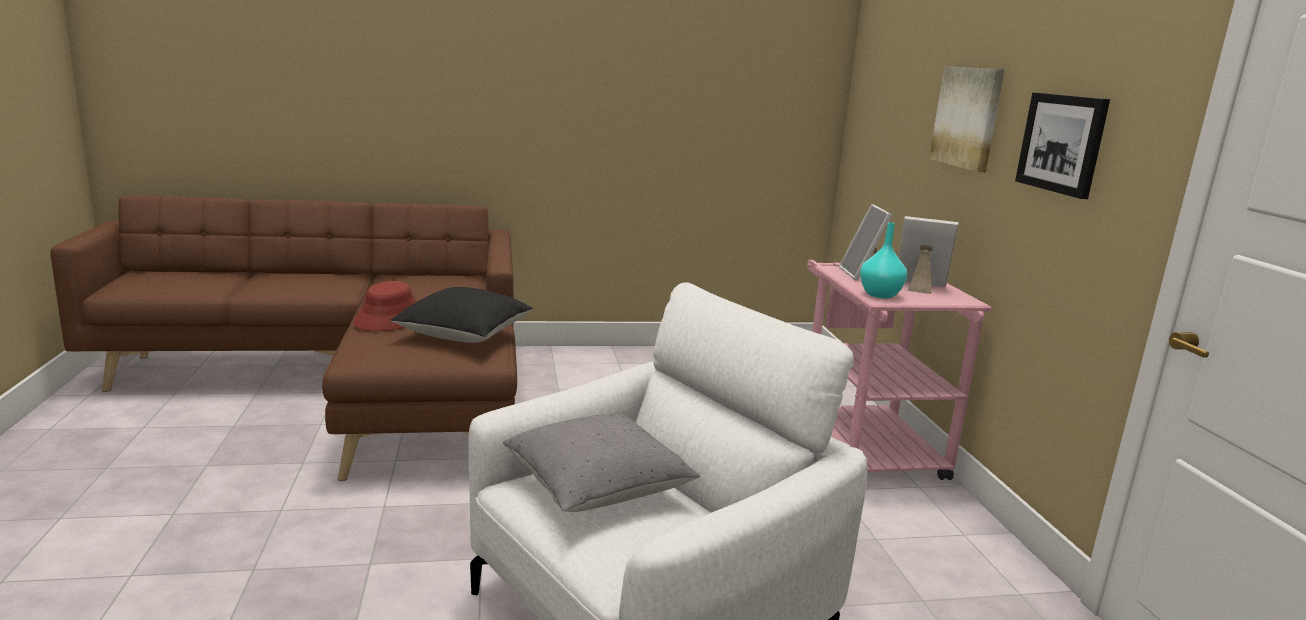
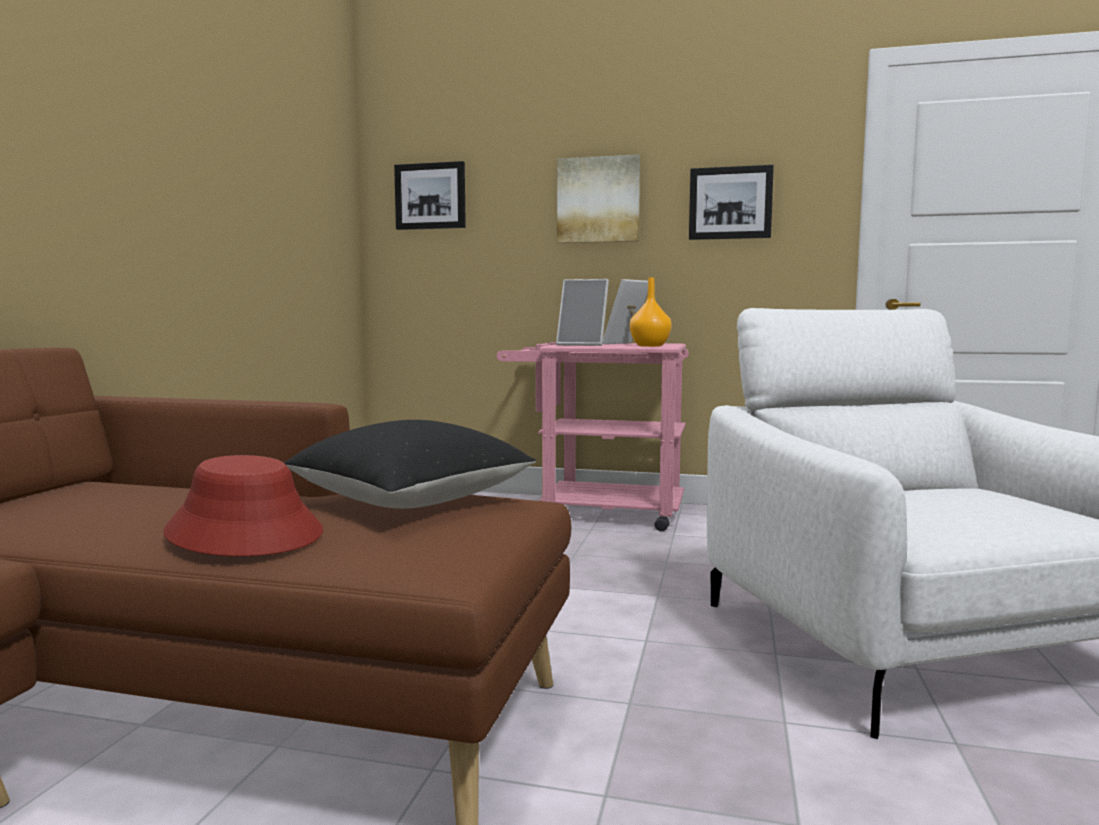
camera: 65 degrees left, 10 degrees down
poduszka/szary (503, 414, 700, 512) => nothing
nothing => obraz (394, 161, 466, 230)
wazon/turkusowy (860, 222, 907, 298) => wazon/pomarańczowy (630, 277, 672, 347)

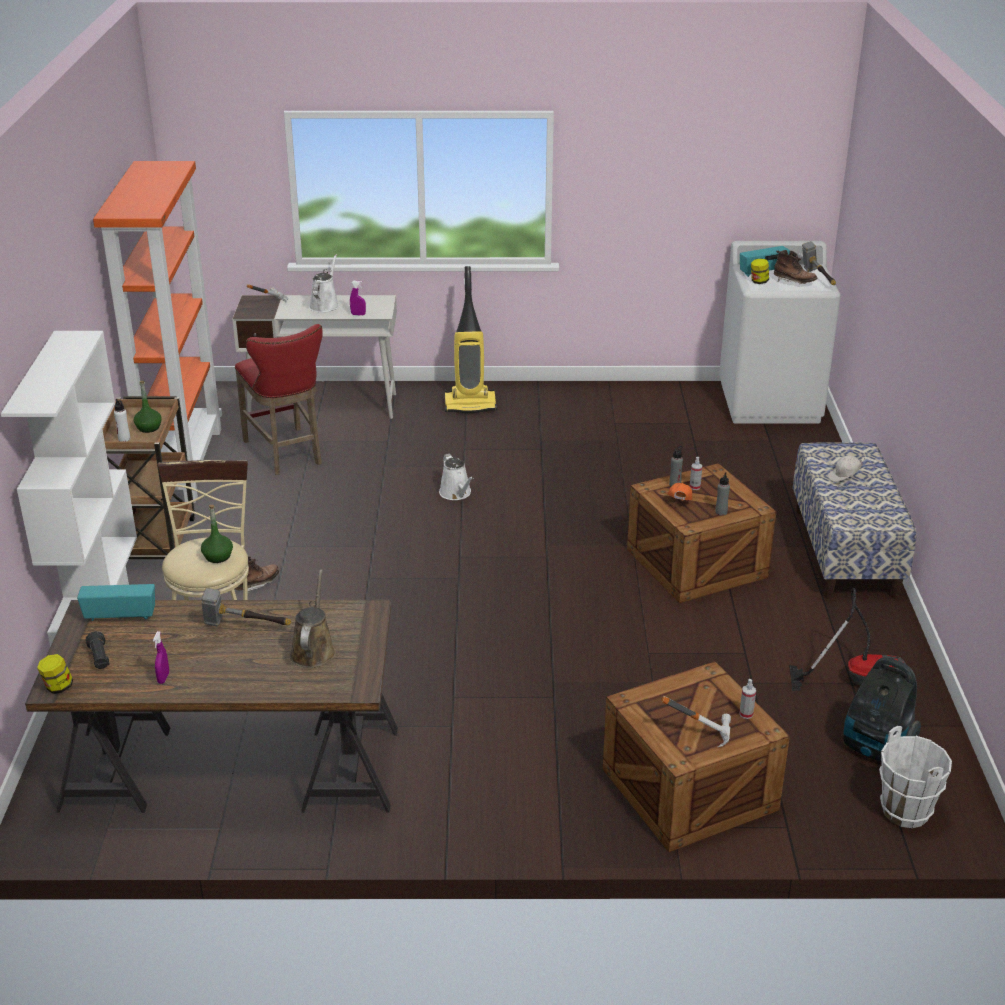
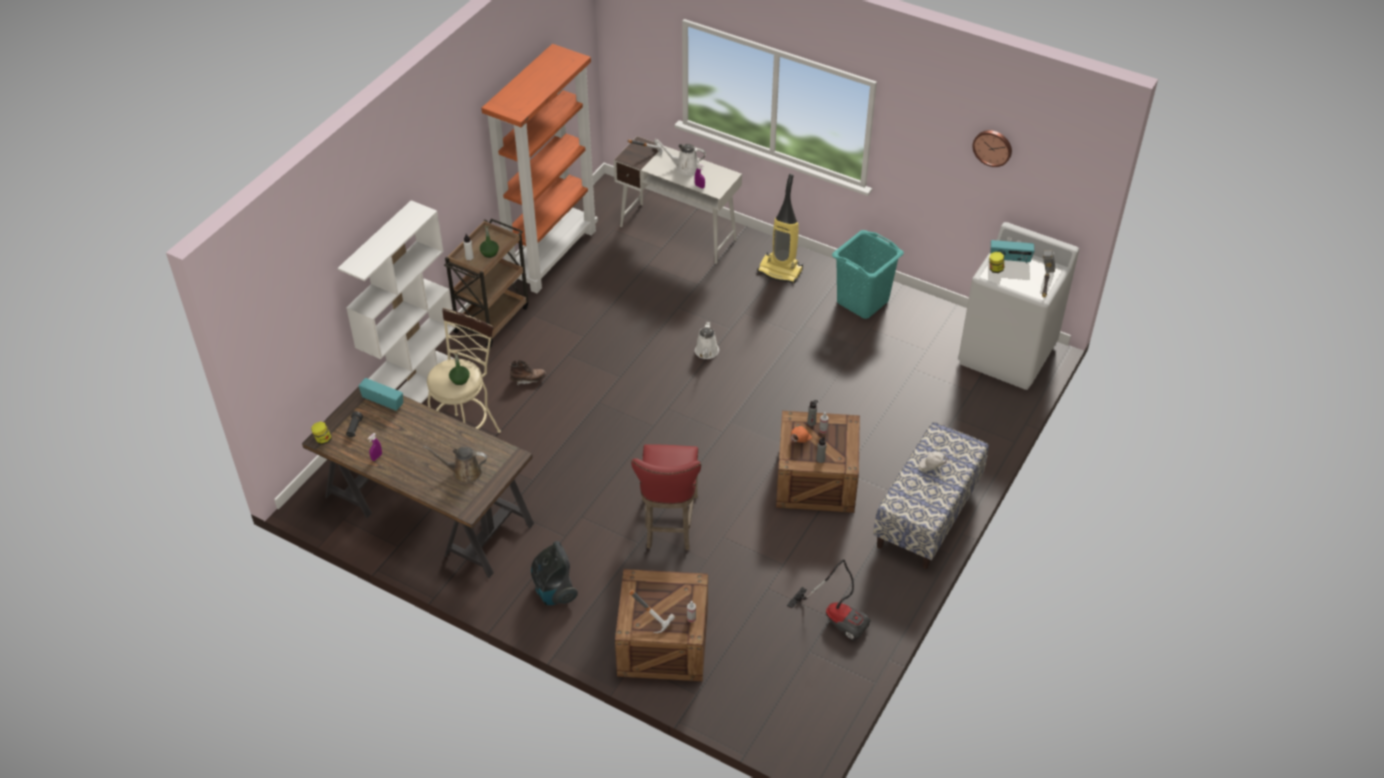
camera: 30 degrees right, 15 degrees up
młotek (201, 588, 292, 626) => nothing
but z cholewką/brązowy (774, 250, 817, 284) => nothing
wiadro/biały (879, 726, 952, 828) => nothing
nothing => kosz na pranie/turkusowy (832, 230, 904, 319)
nothing => zegar ścienny (972, 130, 1012, 167)
stołek/czerwony (235, 324, 323, 475) => stołek/czerwony (631, 444, 701, 550), move
odkurzacz (843, 657, 921, 762) => odkurzacz (531, 541, 578, 605), move
konewka/brązowy (290, 569, 336, 668) => konewka/brązowy (423, 446, 487, 483), 120 degrees counterclockwise
konewka/biały (309, 254, 339, 313) => konewka/biały (655, 139, 706, 175), 120 degrees counterclockwise

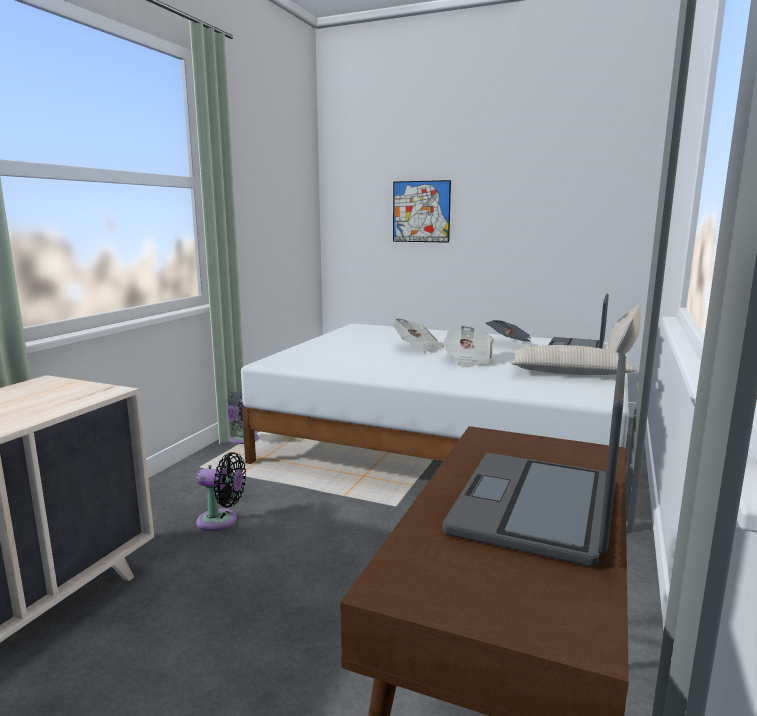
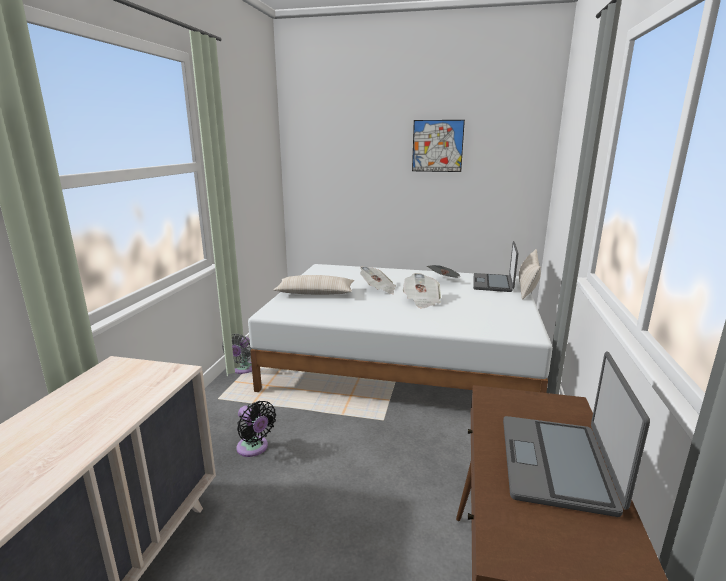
camera: 10 degrees left, 5 degrees up
obraz (393, 180, 451, 243) => obraz (412, 120, 465, 172), move
poduszka/beżowy (511, 345, 636, 375) => poduszka/beżowy (273, 275, 354, 295), move
wentylator/czarny (196, 452, 246, 531) => wentylator/czarny (236, 401, 276, 457), 45 degrees clockwise

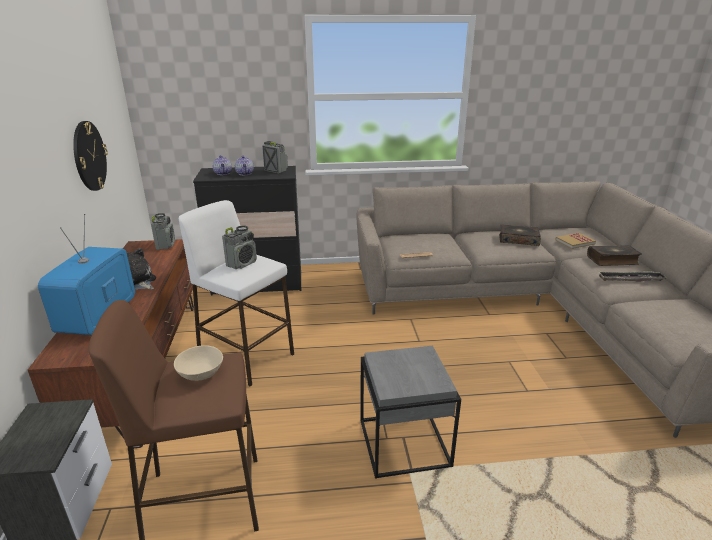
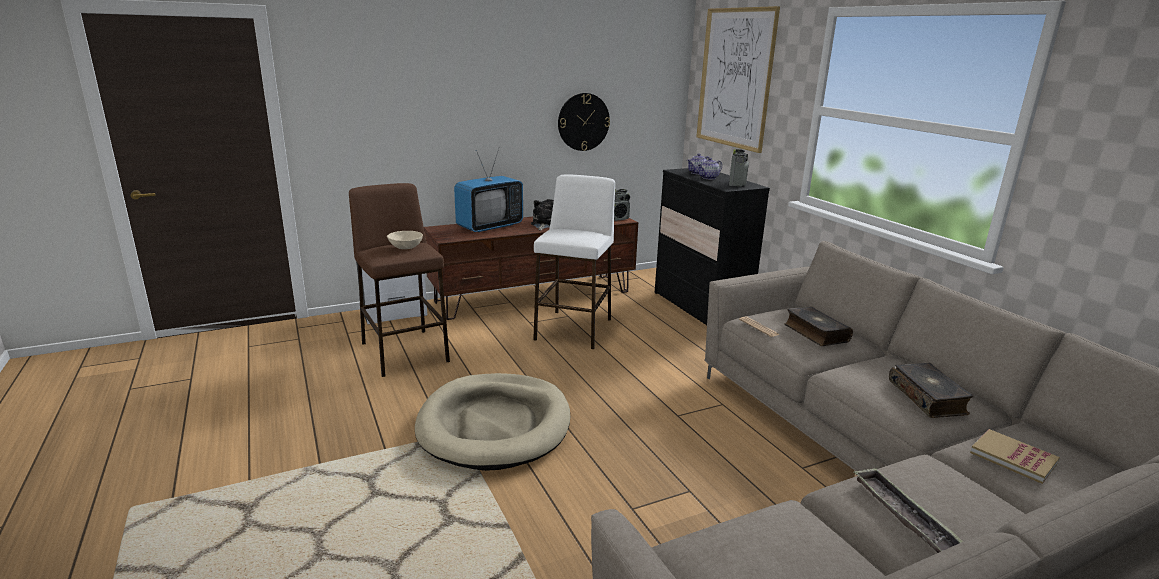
camera: 70 degrees right, 5 degrees down
radio (222, 225, 257, 269) => nothing
nothing => obraz (696, 6, 780, 153)
książka (587, 245, 641, 266) => książka (784, 307, 853, 346), move
stolik/szary (360, 346, 461, 479) => legowisko/beżowy (415, 373, 570, 471)
telewizor (38, 214, 135, 335) => telewizor (454, 147, 523, 232), 150 degrees clockwise

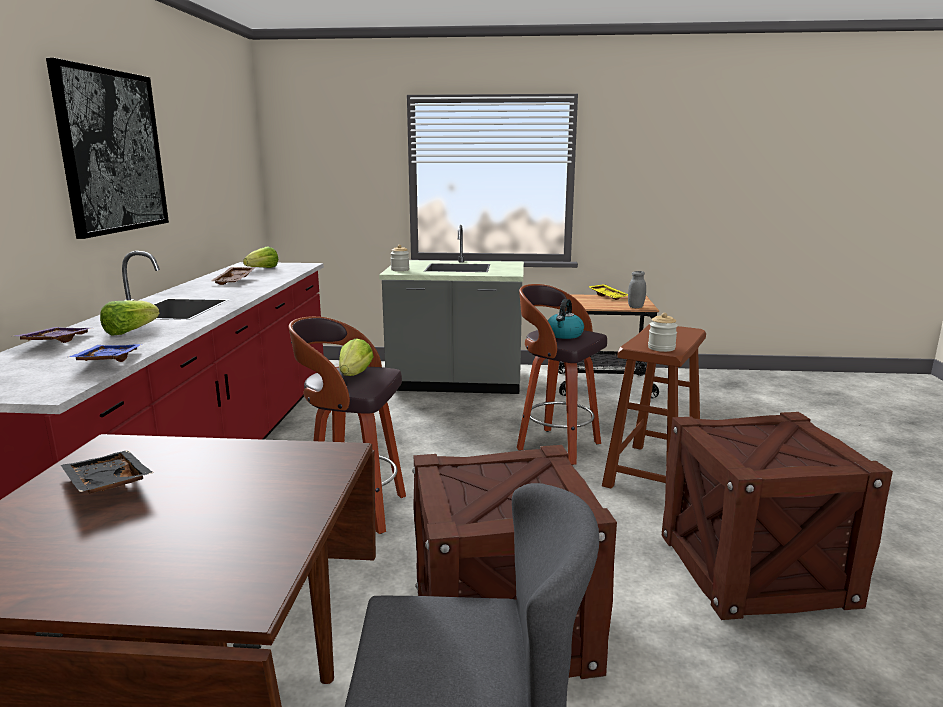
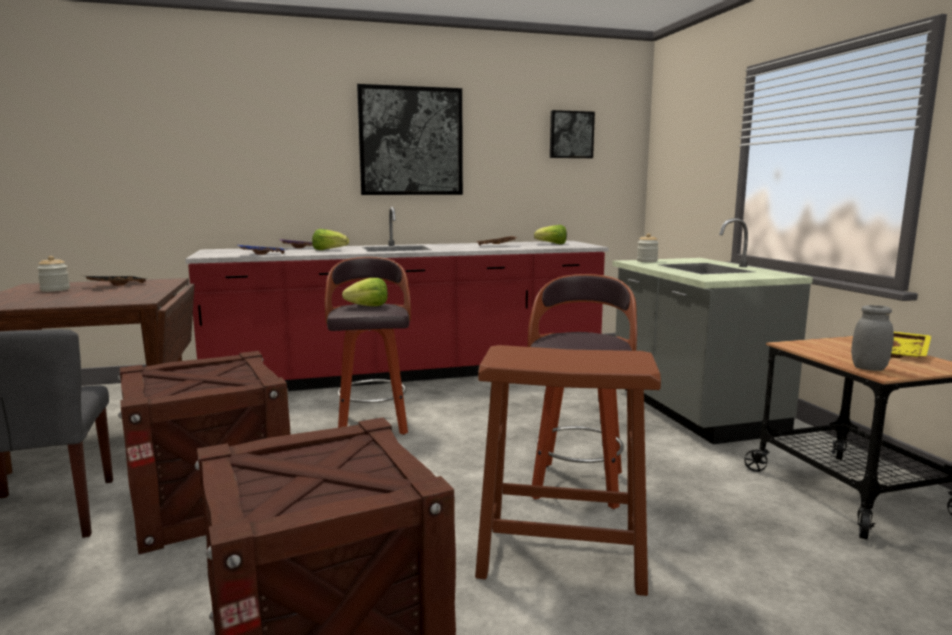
camera: 70 degrees right, 5 degrees down
czajnik (548, 299, 584, 339) => nothing
nothing => obraz (550, 110, 595, 158)
słoik (648, 313, 678, 352) => słoik (37, 256, 70, 292), move

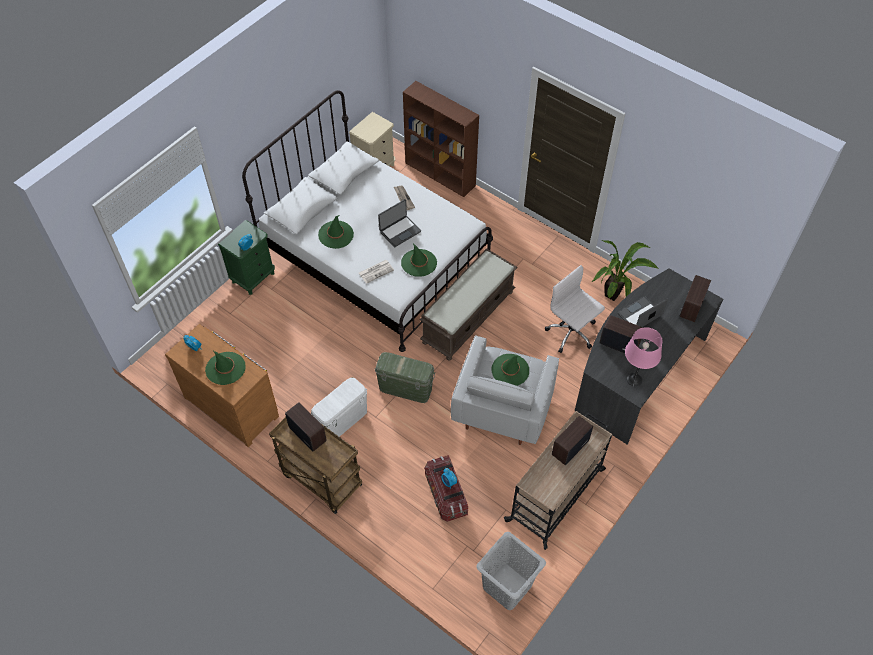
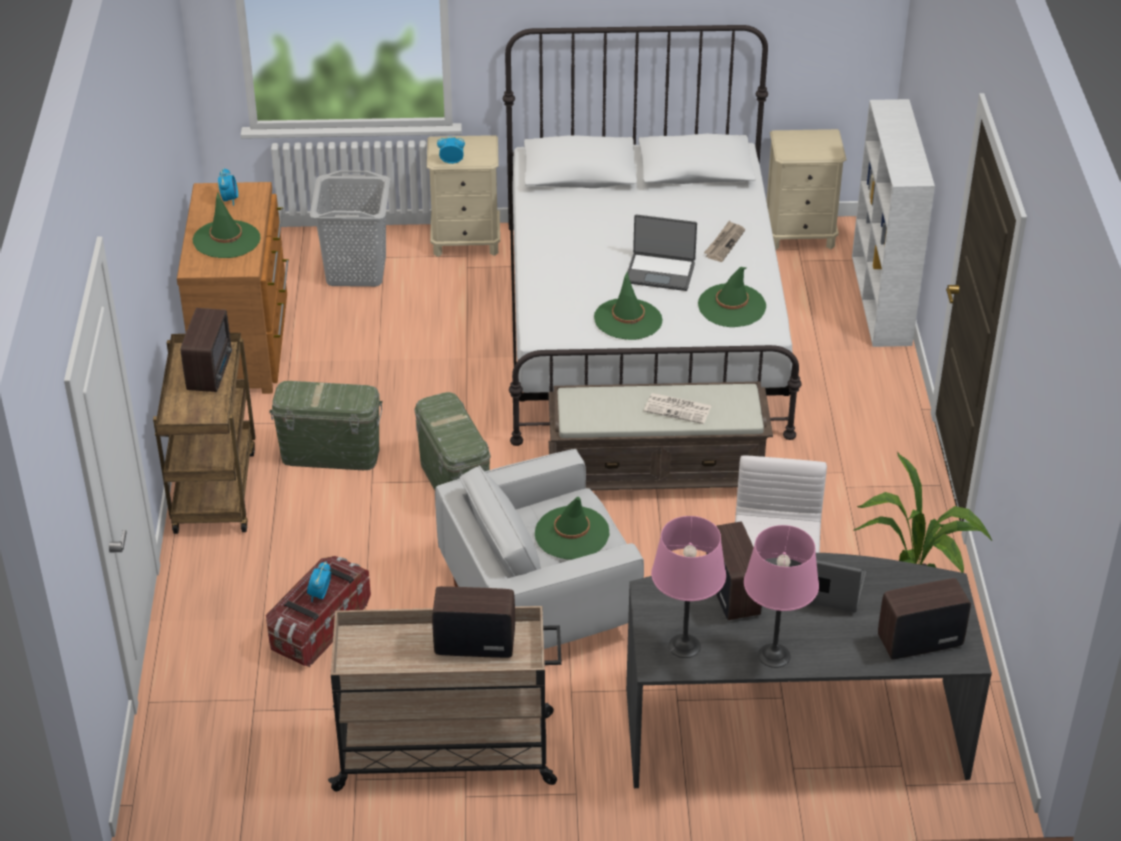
camera: 50 degrees right, 15 degrees down
nothing => lampa stołowa/różowy (744, 525, 819, 668)
kapelusz/zielony (318, 215, 354, 249) => kapelusz/zielony (698, 267, 766, 327), move
gazeta (359, 260, 394, 284) => gazeta (644, 393, 712, 424), move
kosz na pranie/szary (476, 532, 546, 610) => kosz na pranie/szary (310, 170, 391, 287), move
szafka nocna/zielony (218, 220, 275, 295) => szafka nocna/beżowy (427, 135, 500, 257)
pojemnik do przechowywania/biały (311, 378, 367, 437) => pojemnik do przechowywania/zielony (270, 381, 383, 470)
regał/brązowy (403, 81, 479, 197) => regał/biały (852, 99, 935, 347)

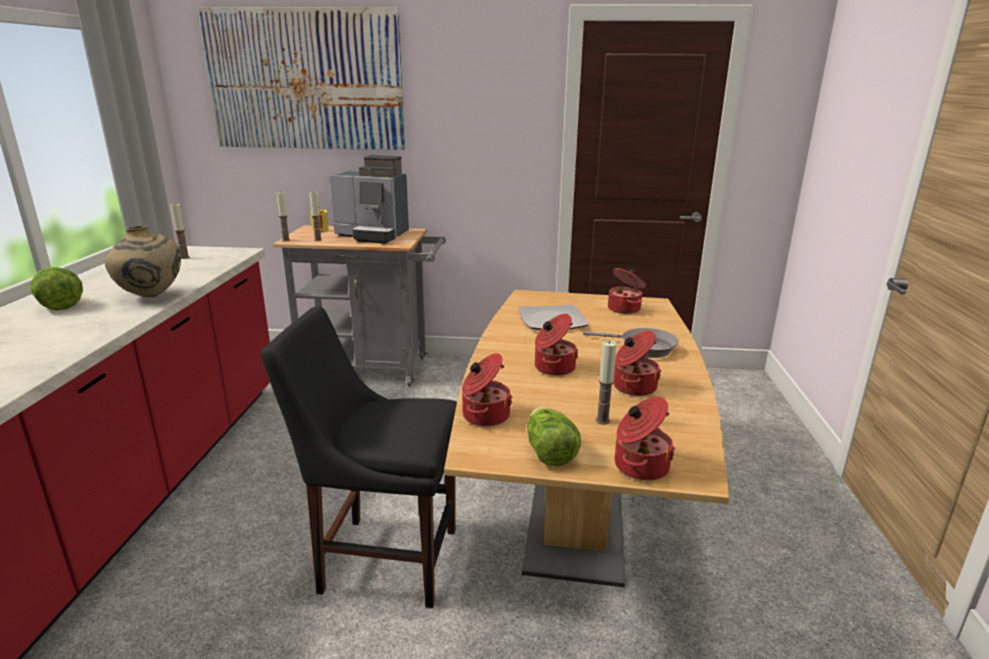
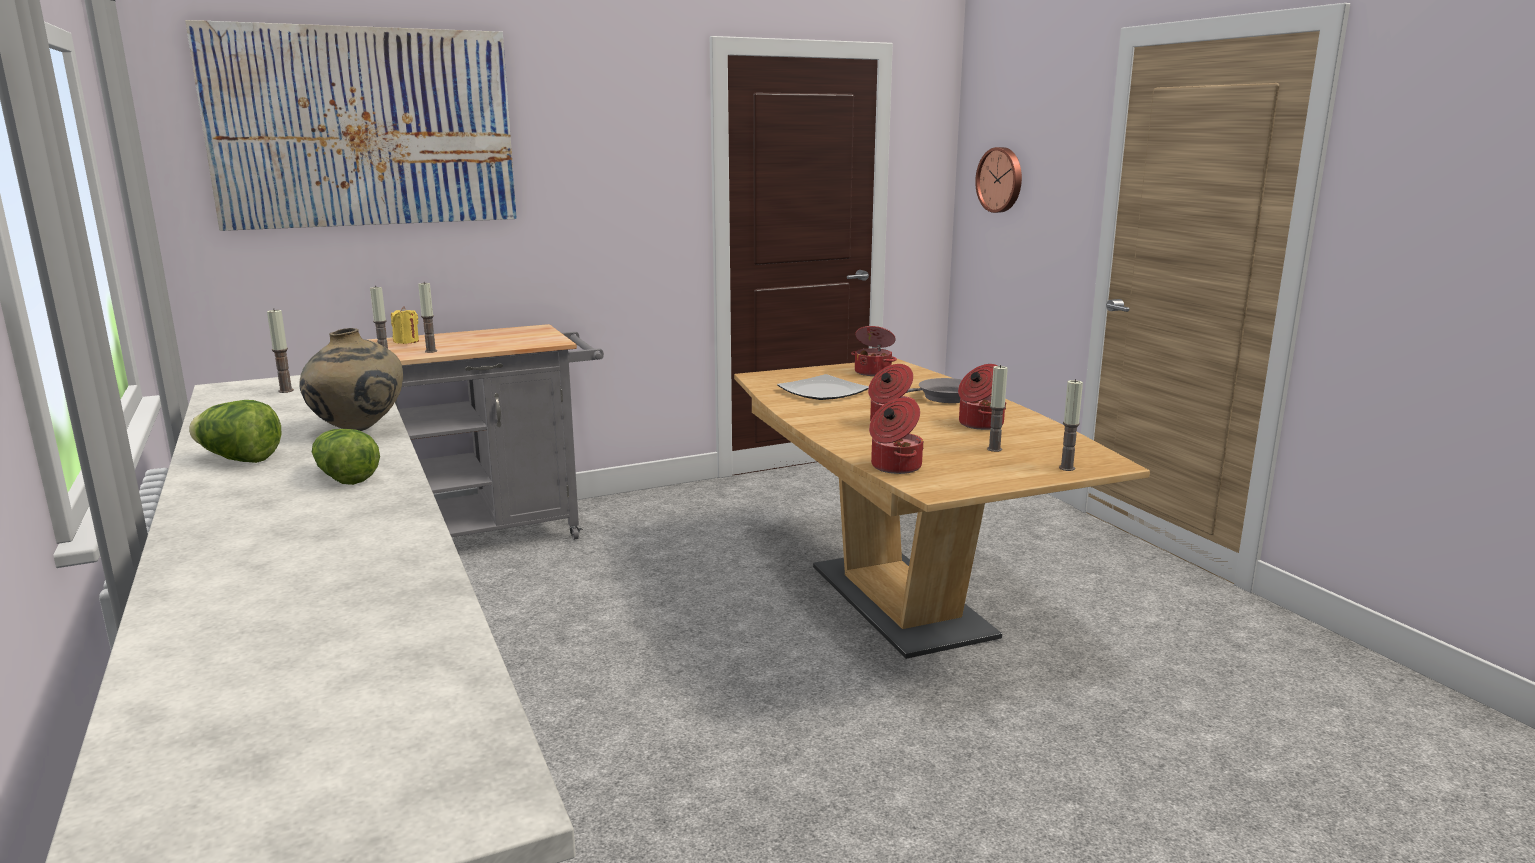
camera: 30 degrees left, 5 degrees down
krzesło/czarny (261, 306, 457, 608) => nothing
ekspres do kawy (329, 155, 409, 244) => nothing
nothing => zegar ścienny (975, 147, 1022, 213)
sałata (527, 407, 581, 466) => sałata (312, 429, 380, 485), move
garnek (615, 397, 675, 481) => świeca (1059, 379, 1083, 471)

